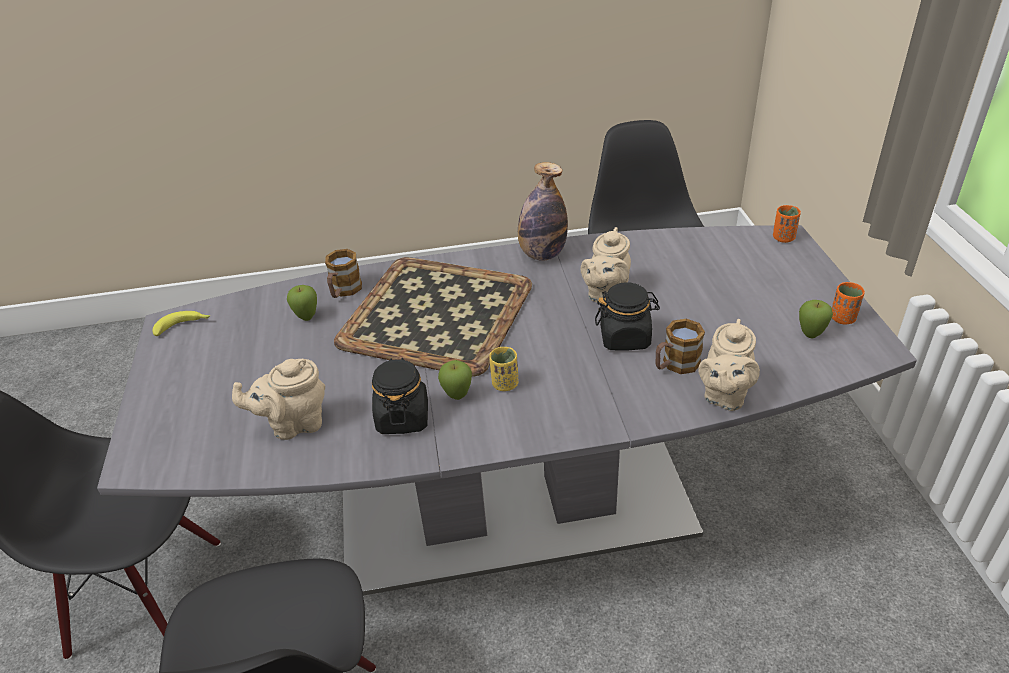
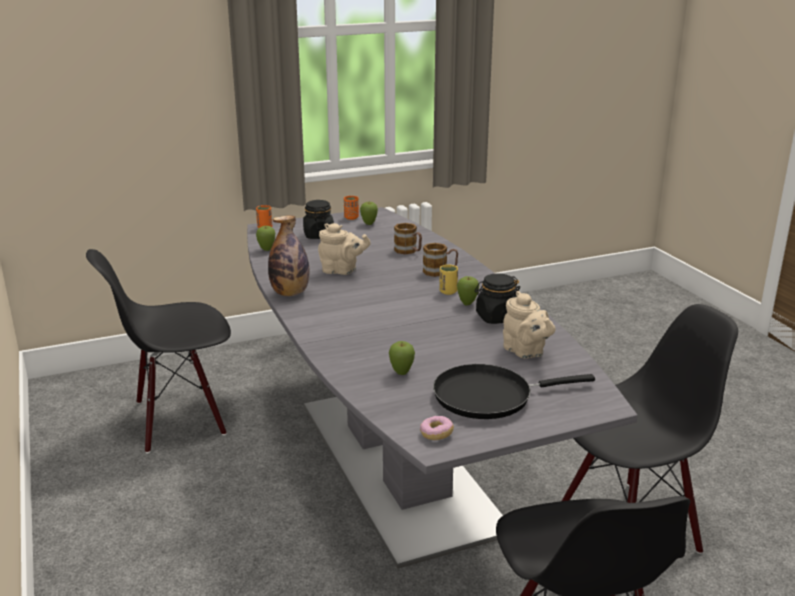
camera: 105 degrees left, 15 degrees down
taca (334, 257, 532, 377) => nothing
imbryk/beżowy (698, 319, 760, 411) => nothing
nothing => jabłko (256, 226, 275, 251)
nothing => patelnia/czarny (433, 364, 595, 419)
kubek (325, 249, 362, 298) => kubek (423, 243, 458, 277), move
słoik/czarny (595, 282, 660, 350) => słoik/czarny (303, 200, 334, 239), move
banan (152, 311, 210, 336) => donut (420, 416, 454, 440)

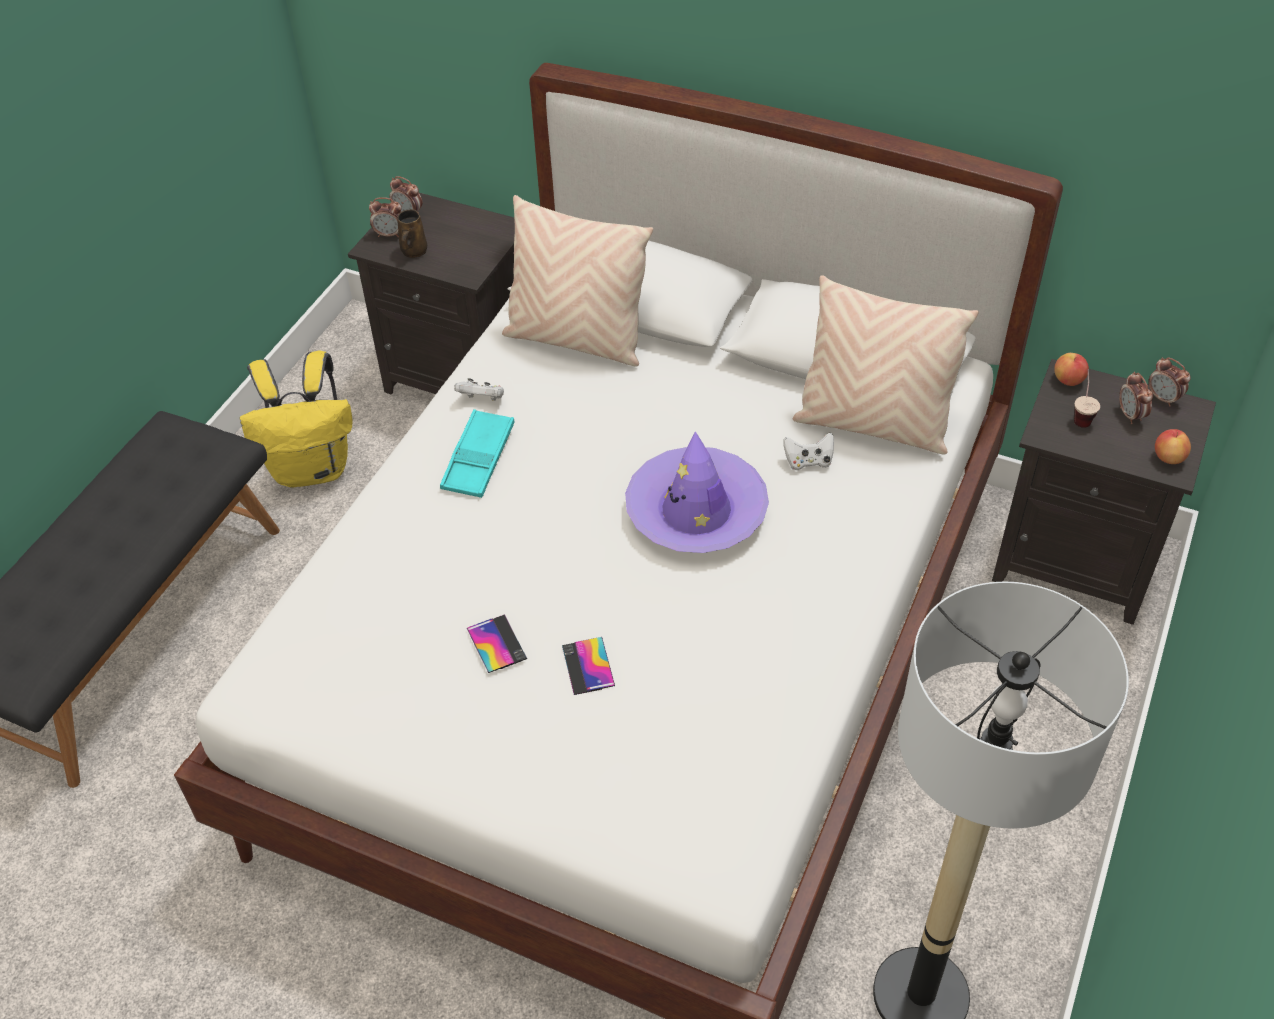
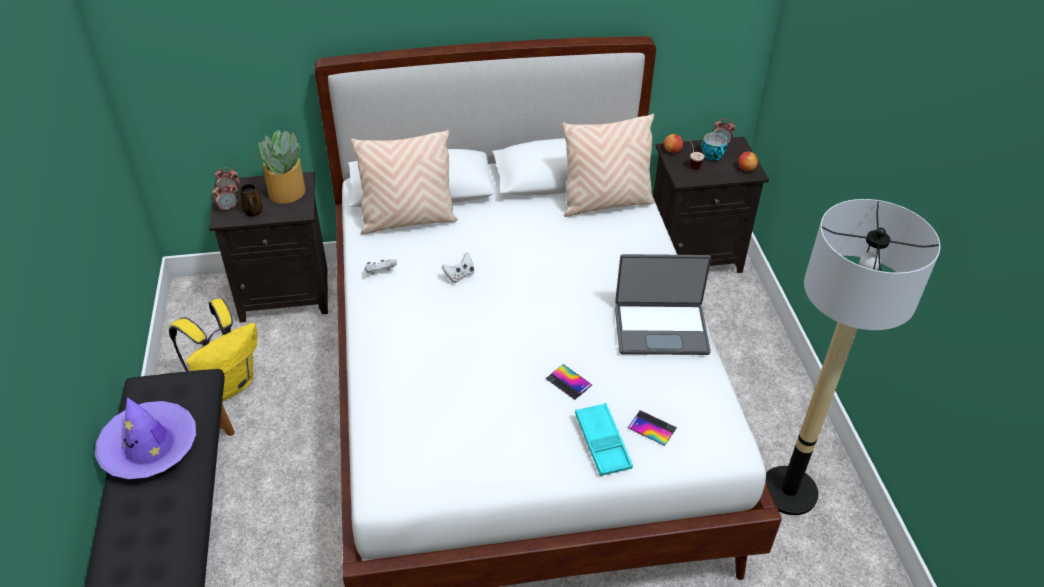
camera: 35 degrees left, 5 degrees down
nothing => roślina doniczkowa (253, 130, 306, 204)
nothing => laptop (615, 254, 711, 355)
taca/turkusowy (440, 409, 514, 498) => taca/turkusowy (575, 403, 633, 476), move
telefon (467, 615, 527, 673) => telefon (628, 410, 677, 446), move
kapelusz/fioletowy (625, 431, 769, 553) => kapelusz/fioletowy (95, 397, 196, 479), move
pad do gier/biały (783, 432, 834, 471) => pad do gier/biały (442, 253, 474, 283), move
budzik (1119, 372, 1153, 424) => filiżanka (701, 133, 728, 161)

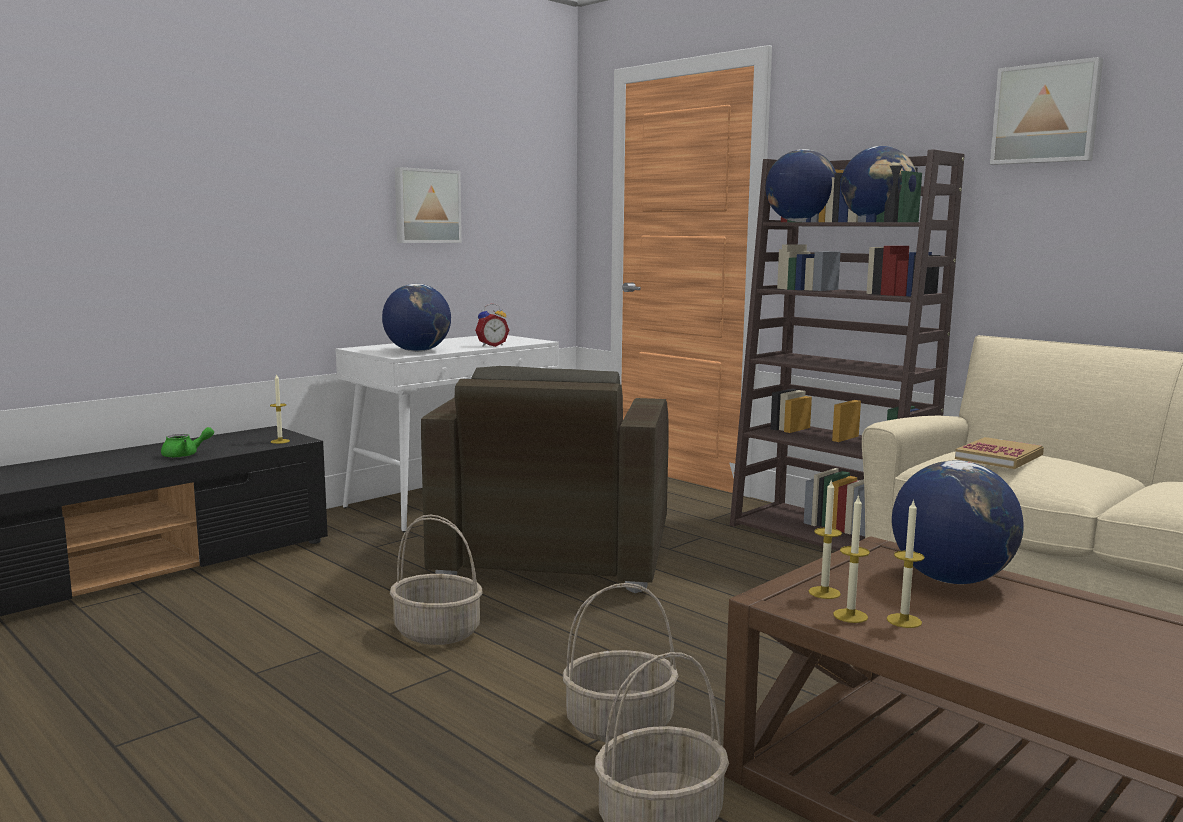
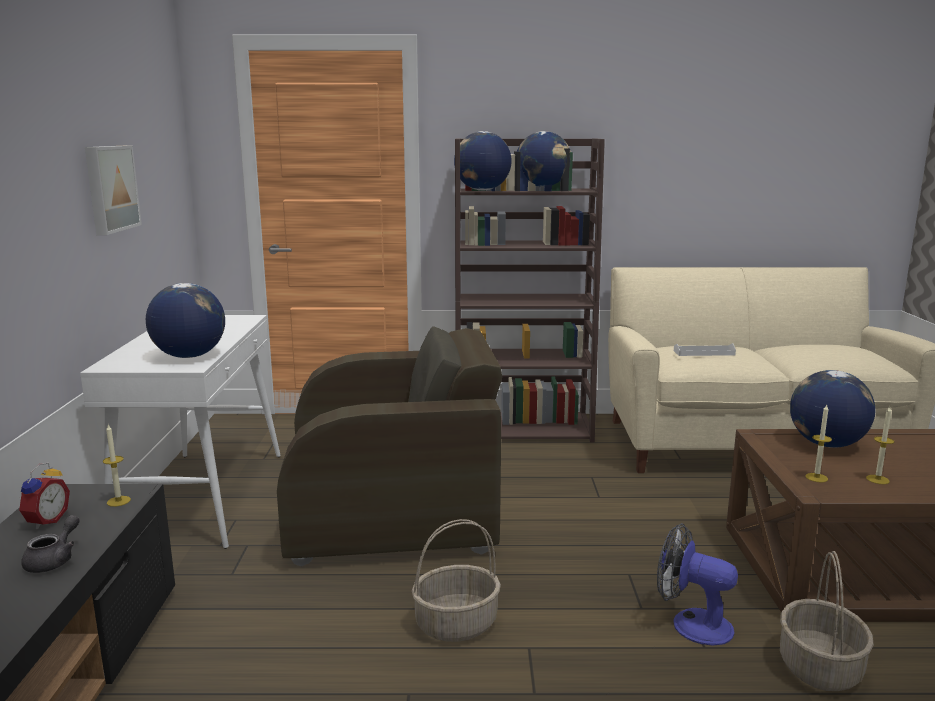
camera: 45 degrees left, 5 degrees up
świeca (833, 494, 870, 623) => nothing
obraz (990, 57, 1103, 165) => nothing
budzik (475, 303, 509, 347) => budzik (19, 462, 70, 529), move
koszyk (563, 583, 678, 742) => wentylator (657, 523, 738, 646)
książka (955, 437, 1044, 469) => taca/biały (674, 343, 736, 356)
imbryk/zielony (161, 427, 214, 458) => imbryk/szary (21, 515, 80, 573)
fotel/brązowy (421, 366, 669, 593) => fotel/brązowy (277, 326, 502, 567), 60 degrees counterclockwise

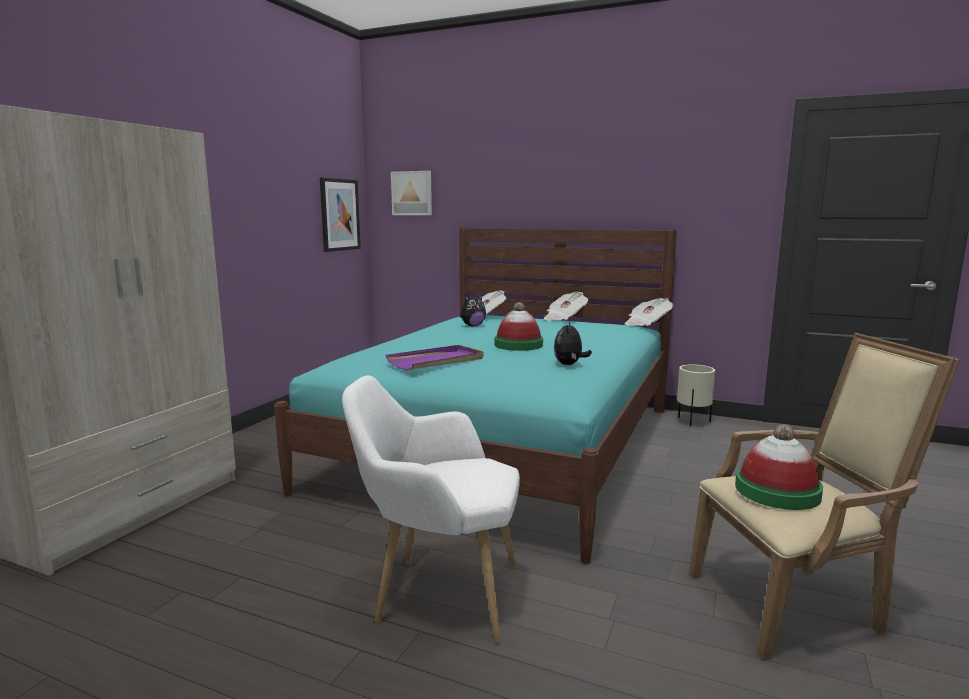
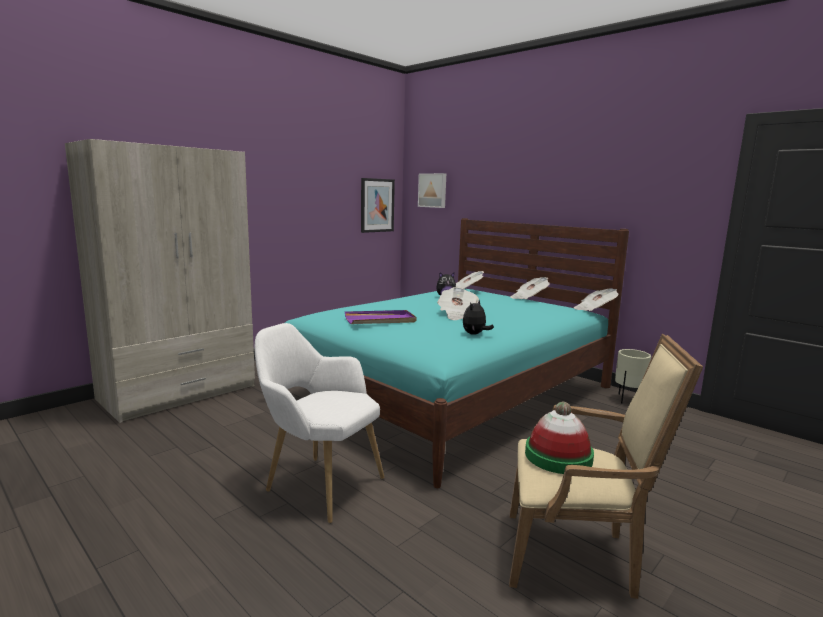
camera: 20 degrees right, 0 degrees up
kapelusz (494, 302, 543, 351) => gazeta (437, 287, 479, 320)

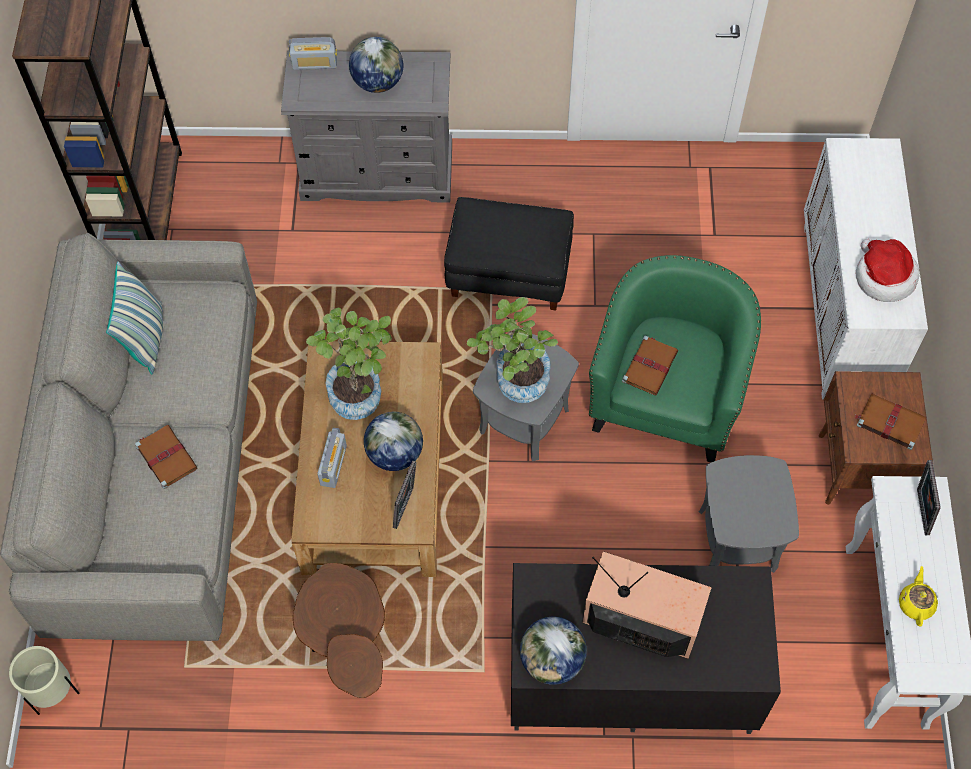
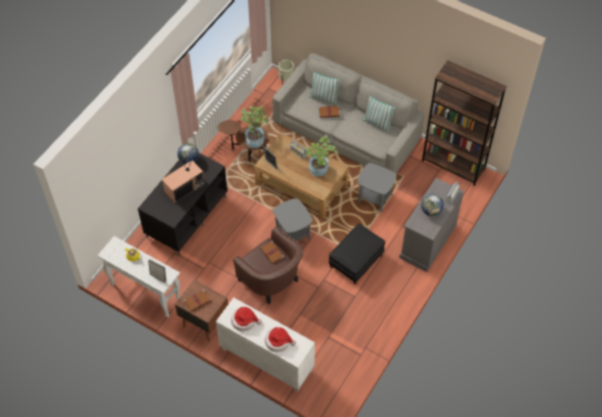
camera: 120 degrees right, 5 degrees down
globus (364, 412, 423, 471) => nothing
nothing => kapelusz (265, 327, 296, 352)
nothing => poduszka (309, 72, 341, 105)
roślina doniczkowa (467, 297, 558, 403) => roślina doniczkowa (241, 106, 268, 148), move
stolik/szary (699, 455, 799, 573) => stolik/szary (357, 163, 397, 212), move
fotel/zielony (589, 255, 761, 462) => fotel/brązowy (233, 226, 304, 304)

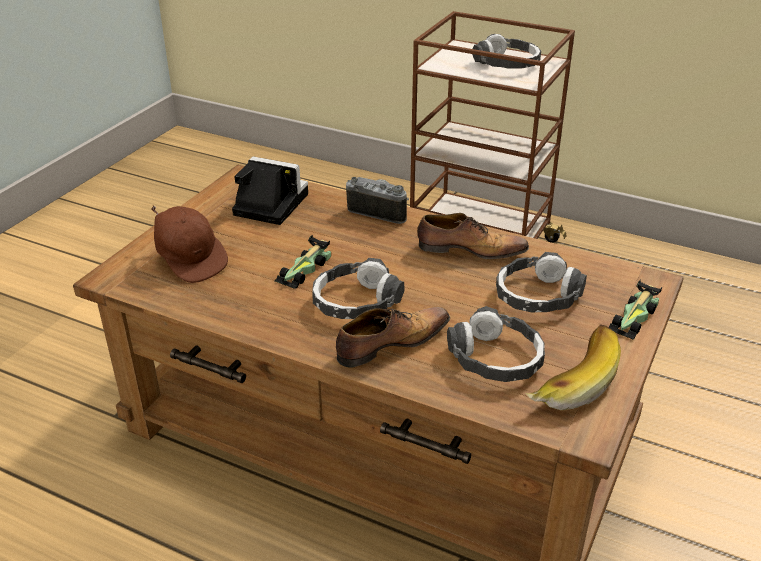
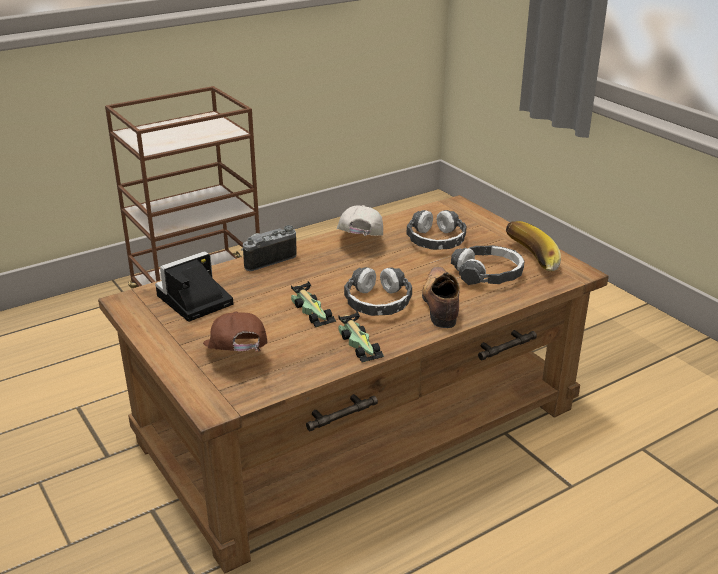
camera: 60 degrees left, 5 degrees down
słuchawki (472, 34, 541, 69) => nothing
samochodzik (609, 280, 662, 339) => samochodzik (338, 311, 384, 362), move
but (417, 213, 529, 259) => czapka z daszkiem/biały (337, 205, 384, 236)
czapka z daszkiem/brązowy (151, 205, 228, 283) => czapka z daszkiem/brązowy (203, 311, 267, 352), 105 degrees counterclockwise

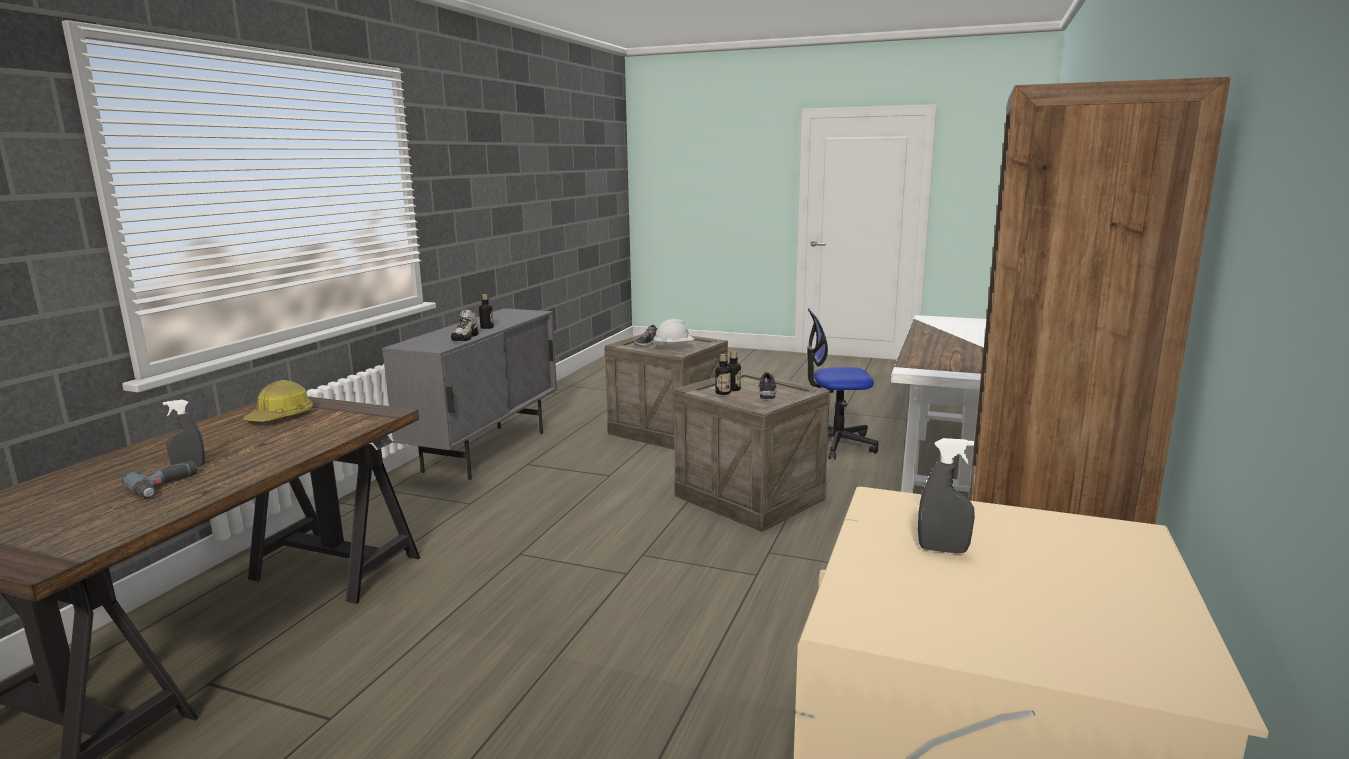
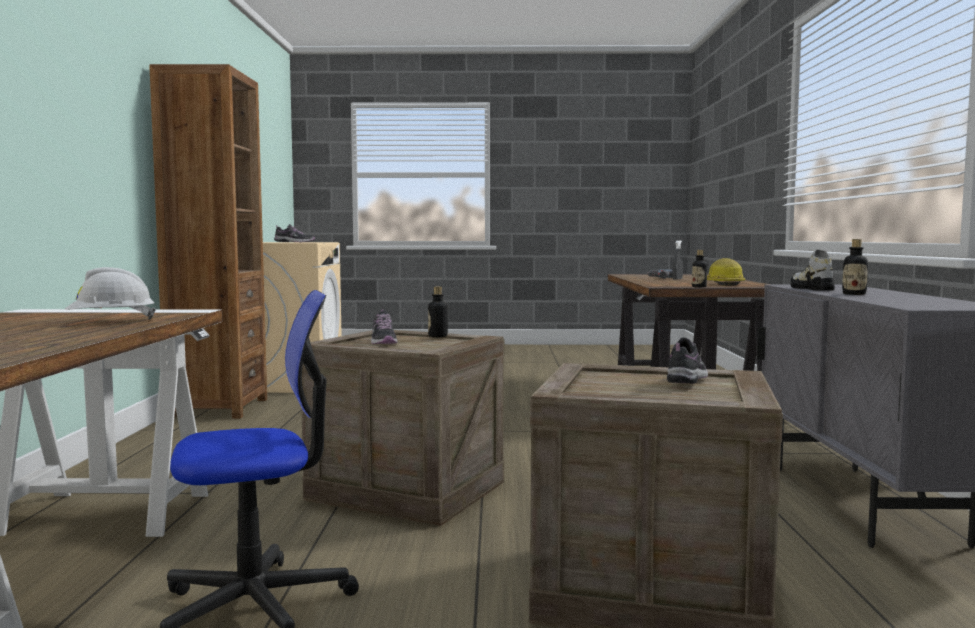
camera: 160 degrees right, 10 degrees down
kask/biały (653, 319, 694, 348) => kask/biały (65, 267, 156, 320), move
butelka (727, 351, 741, 391) => butelka (692, 250, 707, 287), move
spryskiwacz/szary (918, 438, 975, 553) => but (274, 224, 315, 242)

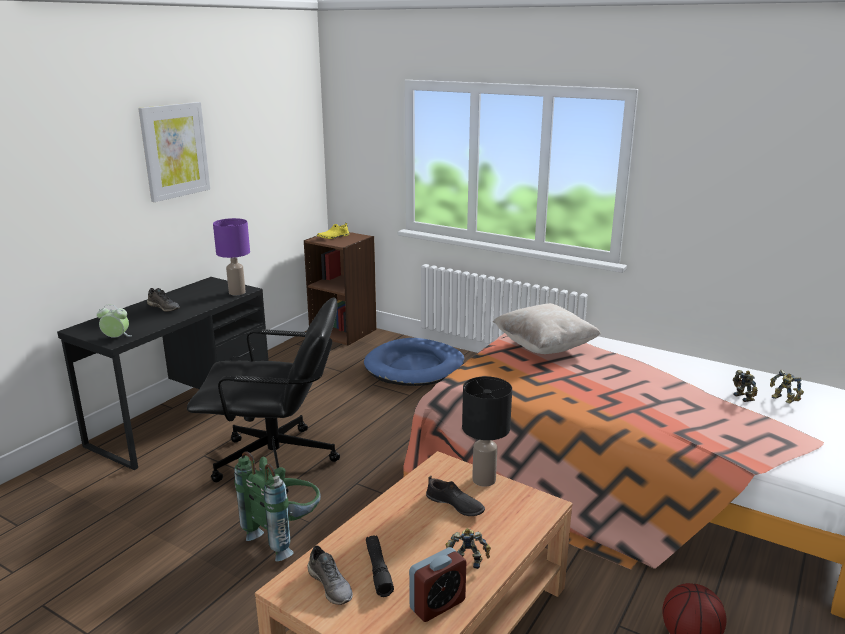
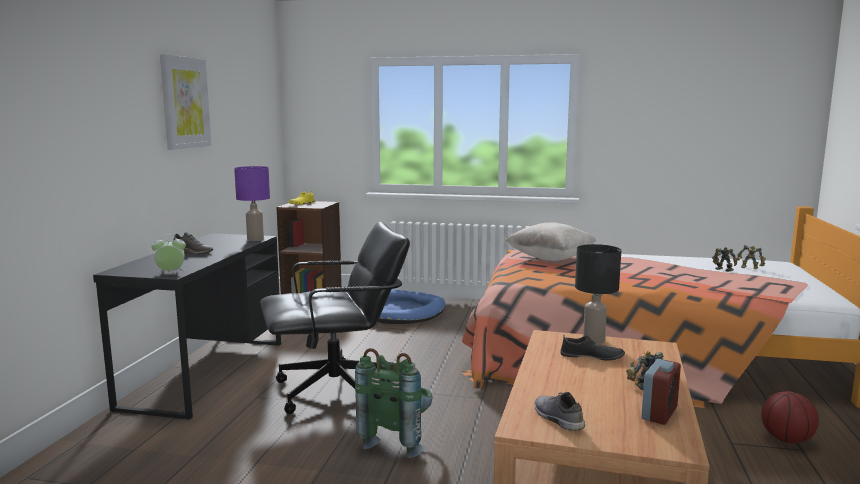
camera: 20 degrees left, 10 degrees down
latarka/czarny (366, 535, 394, 597) => nothing
but/szary (307, 545, 353, 605) => but/szary (535, 392, 585, 431), 150 degrees counterclockwise

